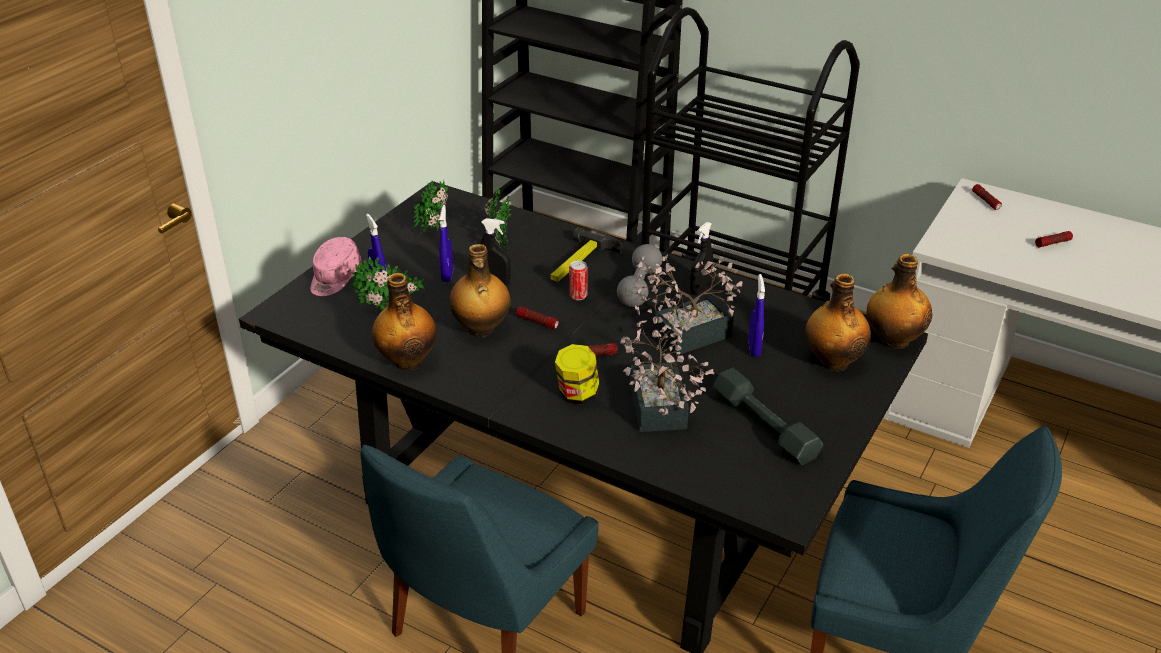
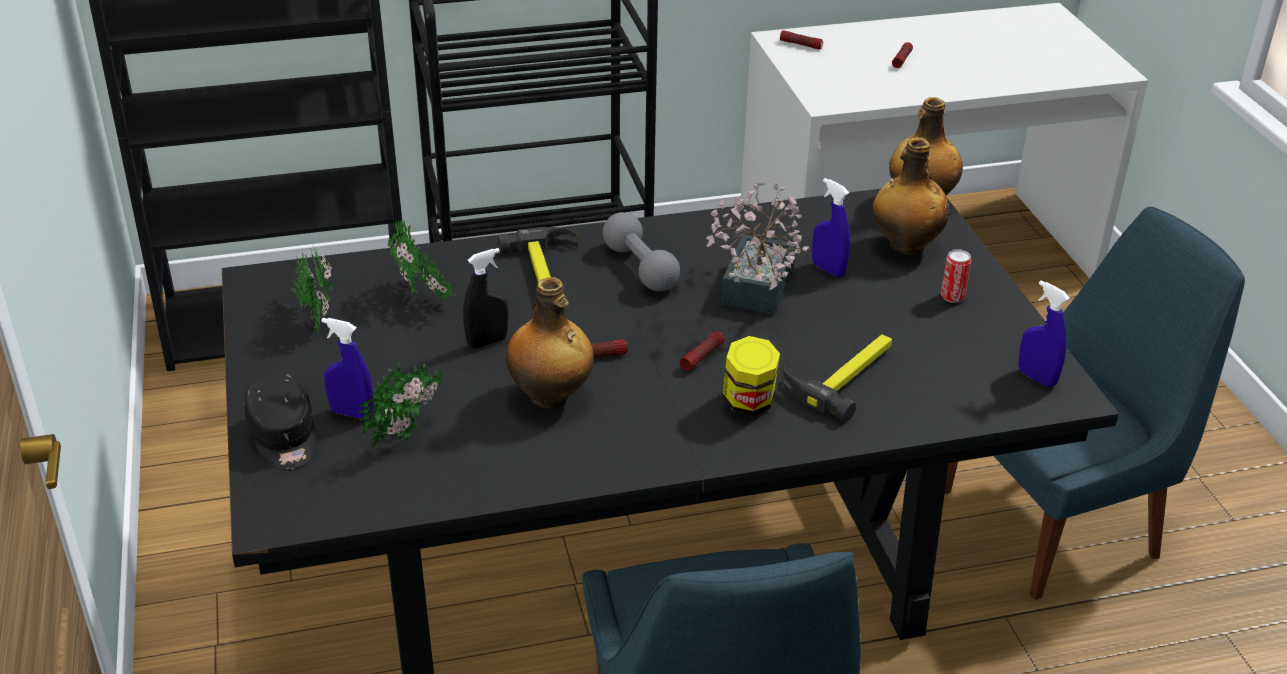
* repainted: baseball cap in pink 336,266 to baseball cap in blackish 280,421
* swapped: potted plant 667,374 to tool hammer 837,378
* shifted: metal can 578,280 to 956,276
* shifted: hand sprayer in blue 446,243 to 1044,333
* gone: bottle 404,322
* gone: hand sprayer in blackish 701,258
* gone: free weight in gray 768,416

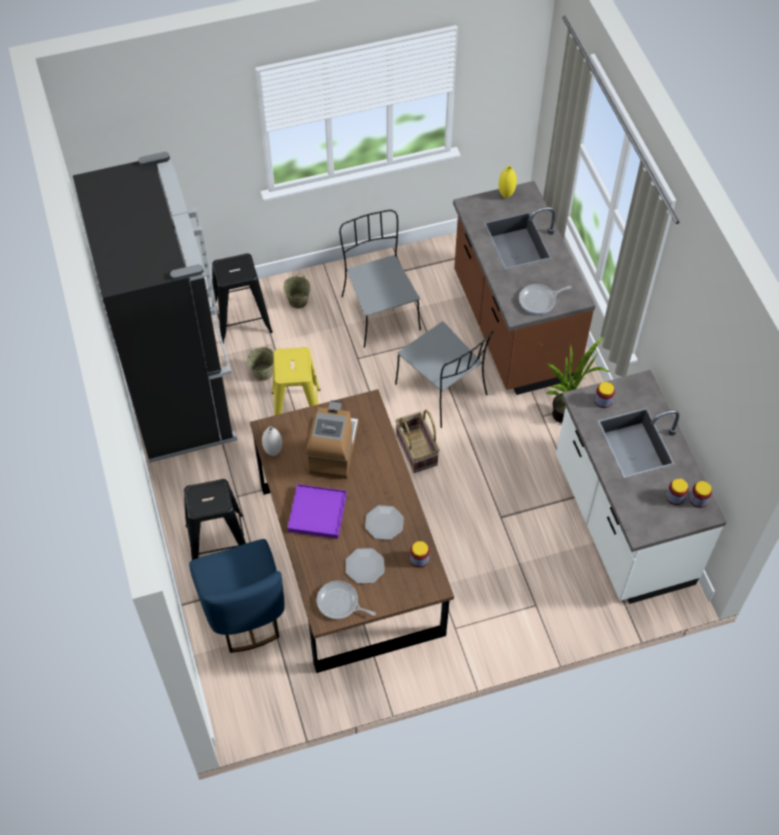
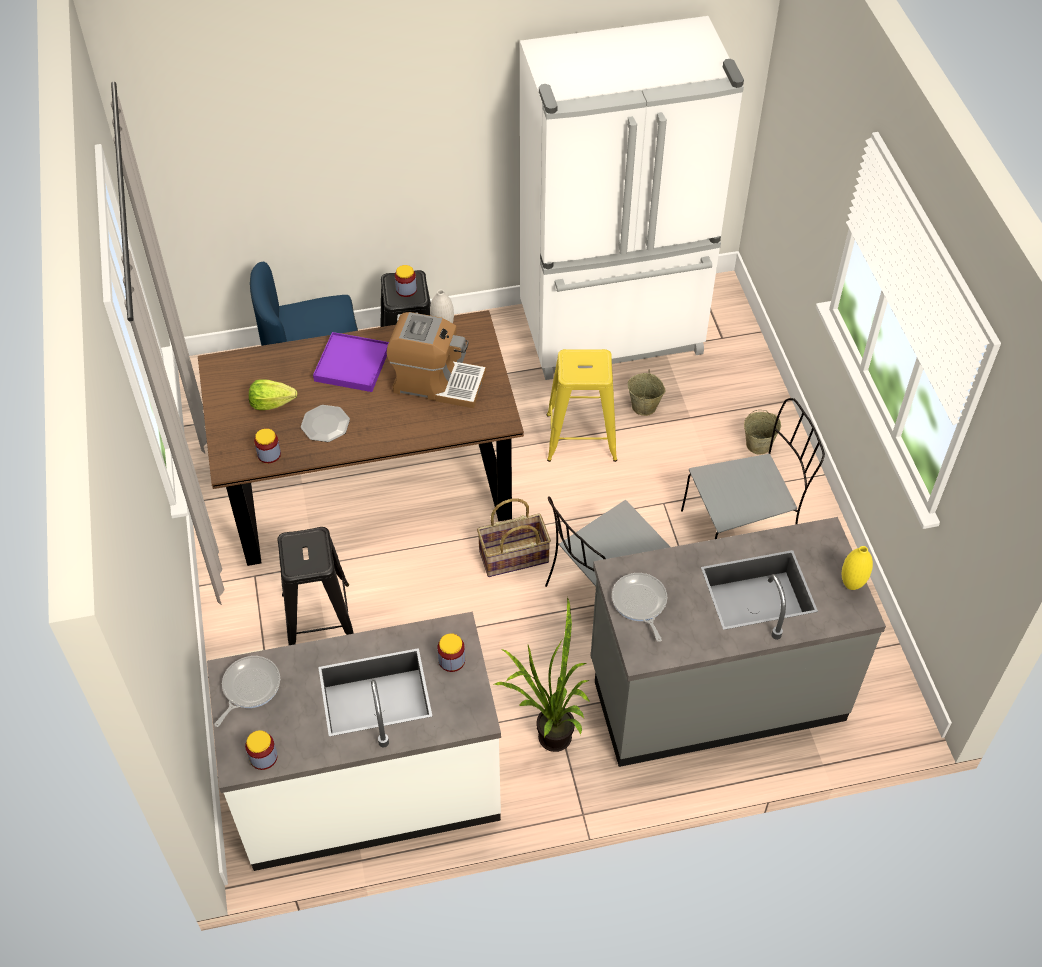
* shifted: frying pan 346,600 to 247,691
* swapped: plate 365,566 to head of lettuce 273,394
* shifted: sitting stool in blackish 242,298 to 315,586
* shifted: storage jar 677,491 to 406,281
* repainted: refrigerator in blackish 155,307 to refrigerator in whitish 632,198
* repainted: kitchen counter in brown-coloured 524,288 to kitchen counter in gray 738,642

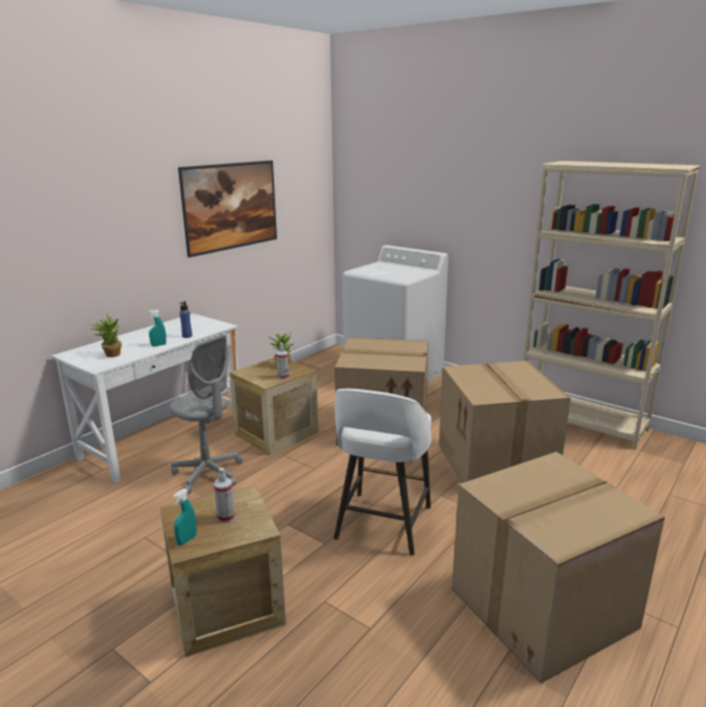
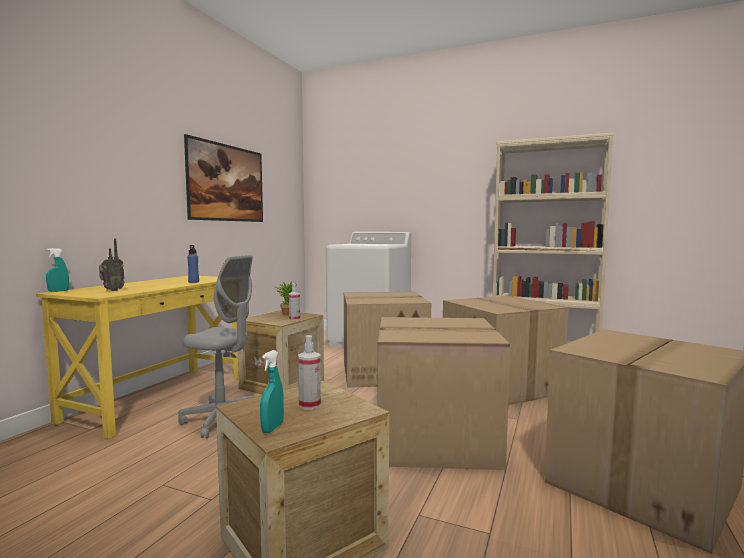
* repainted: desk in whitish 144,398 to desk in yellowish 137,357
* shifted: hand sprayer in blue-green 157,328 to 57,270
* swapped: potted plant 106,335 to radio 112,264
* swapped: sitting stool in whitish 383,472 to cardboard box 443,393

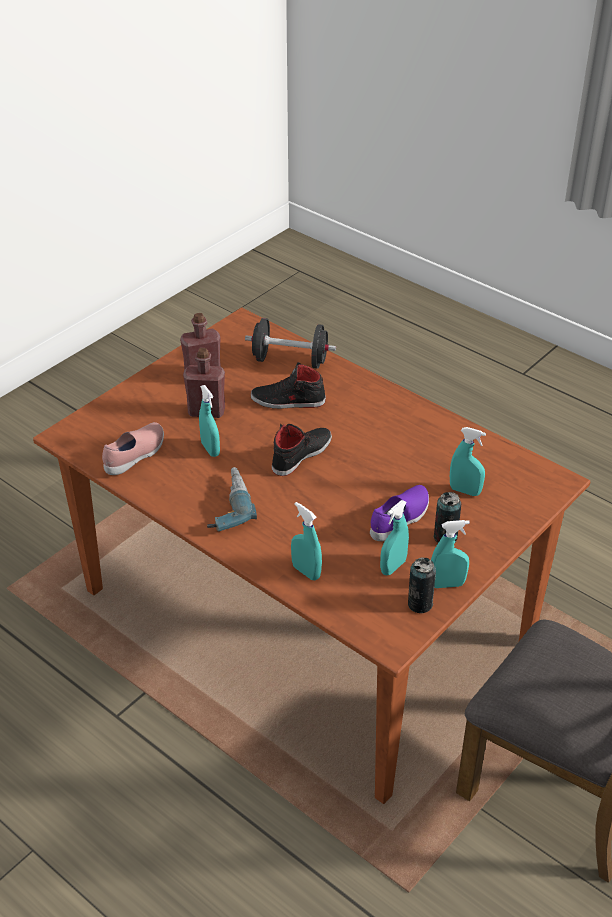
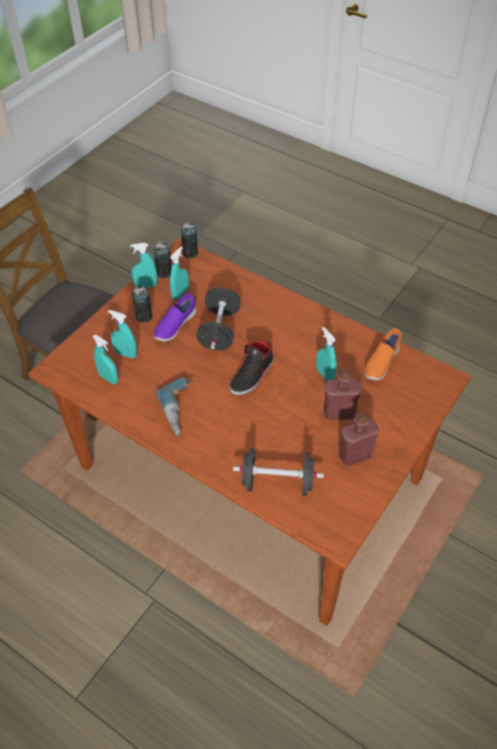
* shifted: hand sprayer in blue-green 306,541 to 105,359
* shifted: electric drill 232,499 to 174,406
* new: metal can 189,240
* new: free weight in blackish 218,319
* repainted: low shoe in pink 133,448 to low shoe in orange-coloured 382,354
* gone: low shoe in blackish 288,385

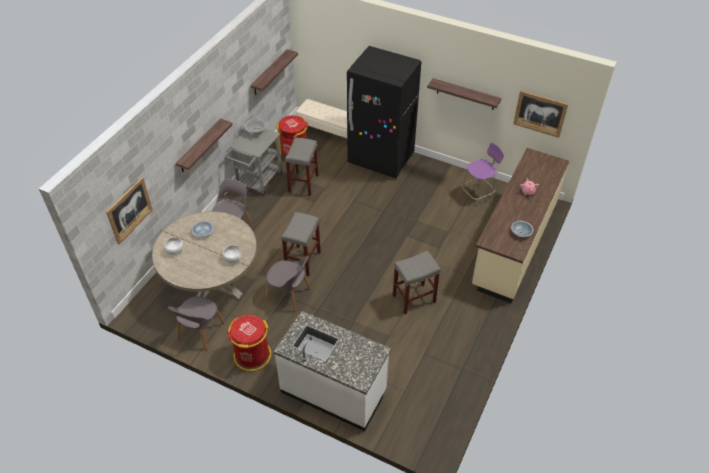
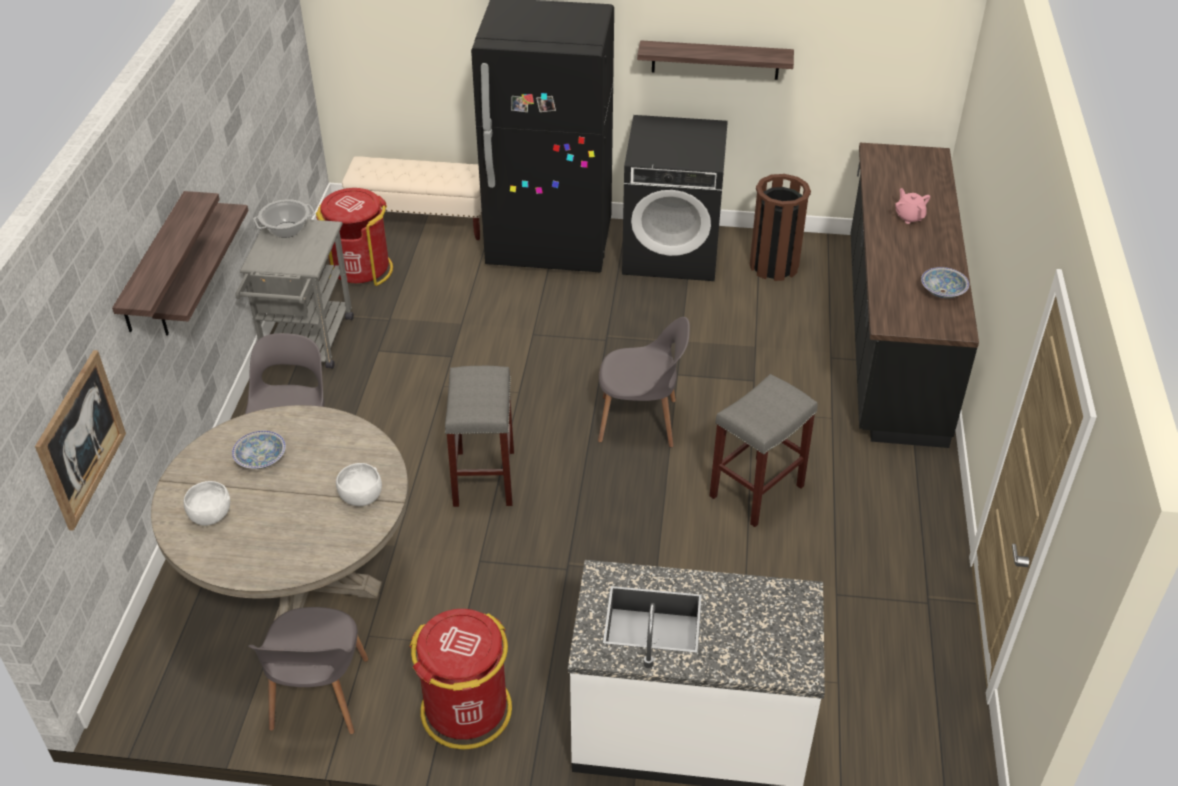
* shifted: bracket shelf 274,72 to 166,261
* shifted: upright chair in gray 288,284 to 644,382
* new: laundry machine in blackish 675,198
* swapped: upright chair in purple-coloured 482,174 to waste bin in brown-coloured 780,227
* repainted: kitchen counter in beige-coloured 520,225 to kitchen counter in blackish 914,295
* gone: sitting stool in gray 301,167
* gone: wall art 540,114

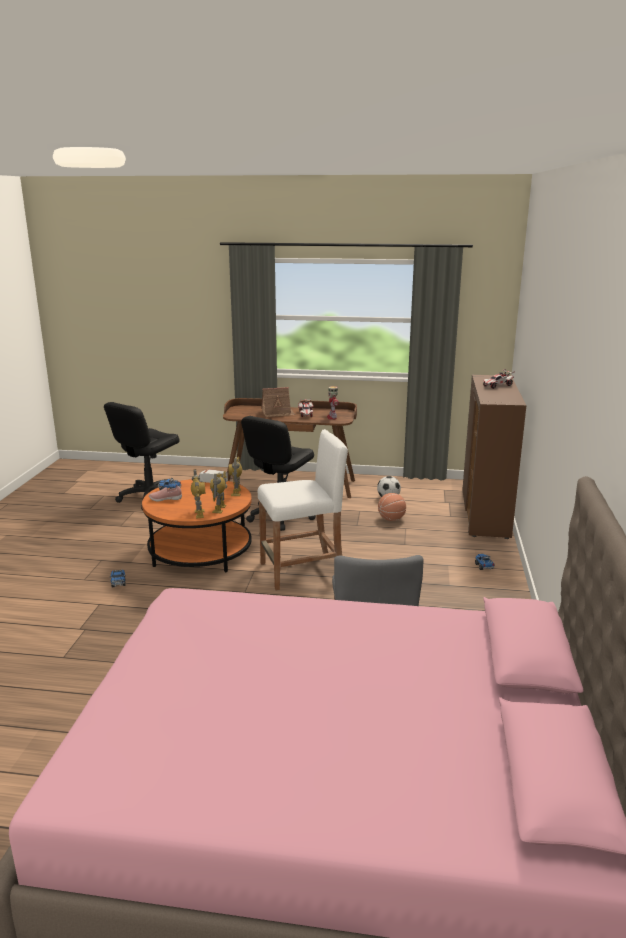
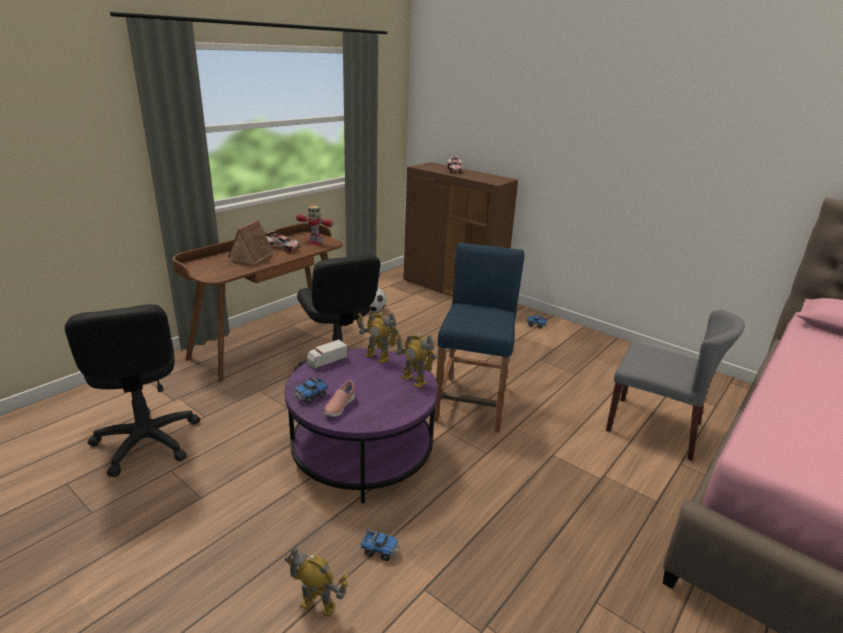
* repainted: lounge table in orange-coloured 197,525 to lounge table in purple-coloured 361,425
* shifted: toy robot 198,494 to 316,581
* repainted: sitting stool in whitish 303,510 to sitting stool in blue 479,337
* gone: ball for basketball 392,507

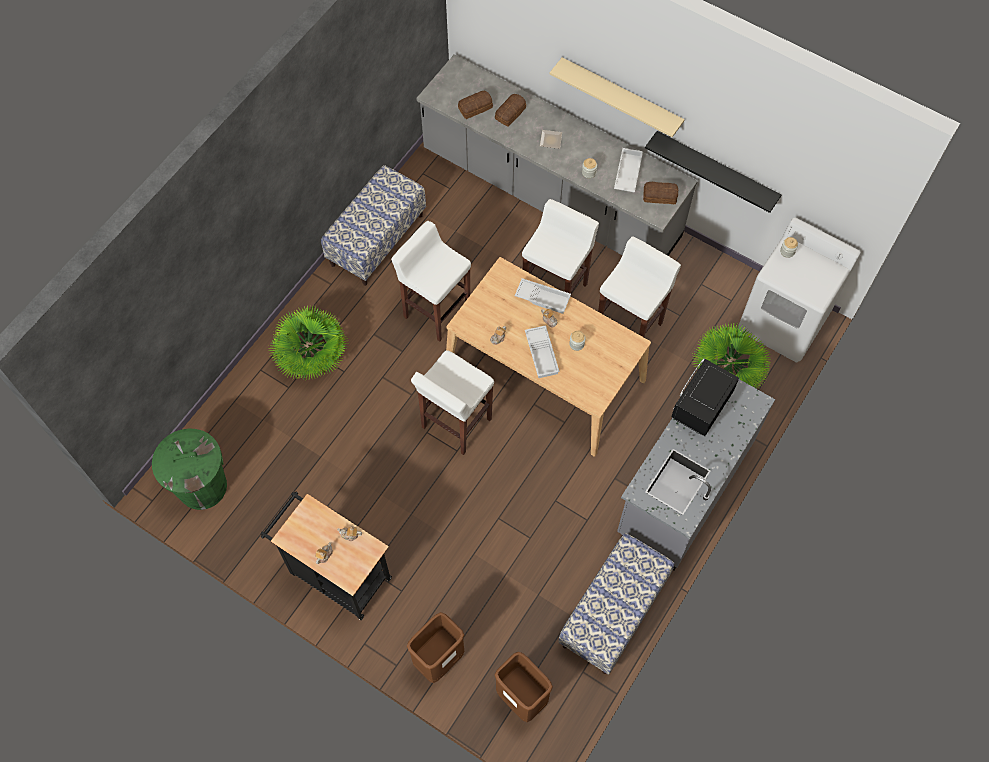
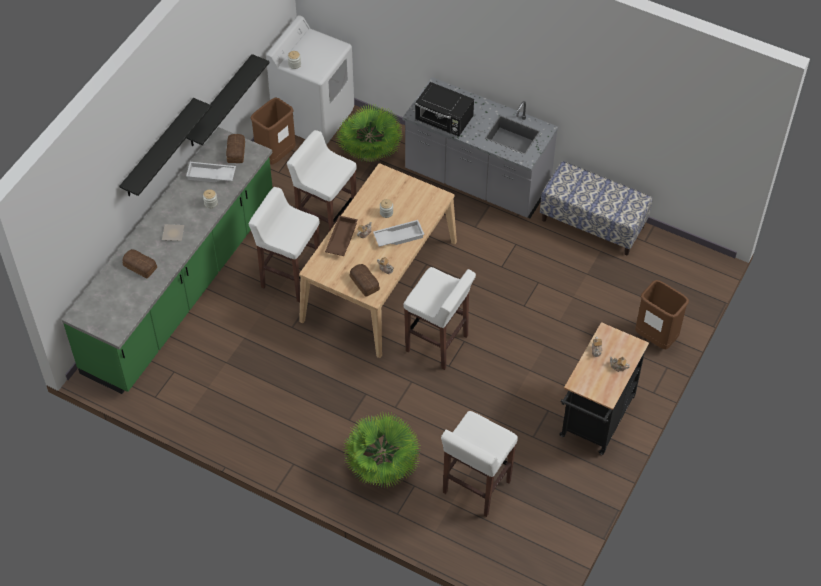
* repainted: kitchen counter in gray 557,155 to kitchen counter in green-coloured 167,260
* repainted: bracket shelf in beige-coloured 617,97 to bracket shelf in blackish 165,147
* shifted: waste bin in brown-coloured 524,687 to 273,131
* repainted: serving tray in whitish 543,296 to serving tray in brown-coloured 341,236
* shifted: baked bread 475,105 to 365,280
* shifted: sitting stool in whitish 431,281 to 479,464
* gone: waste bin in green-coloured 189,469
* gone: indoor bench 373,225

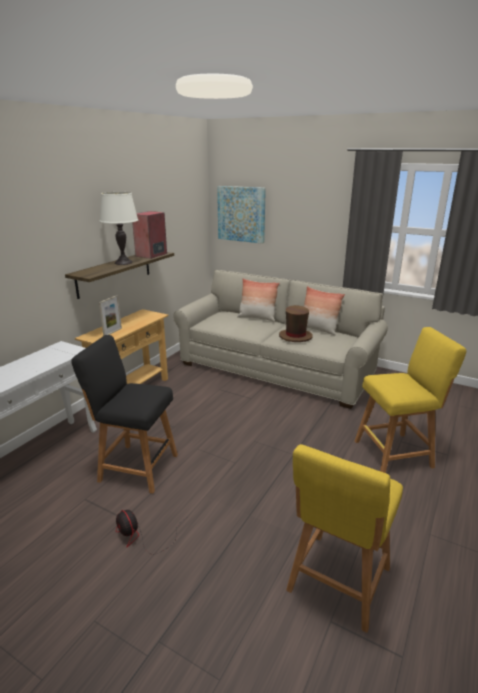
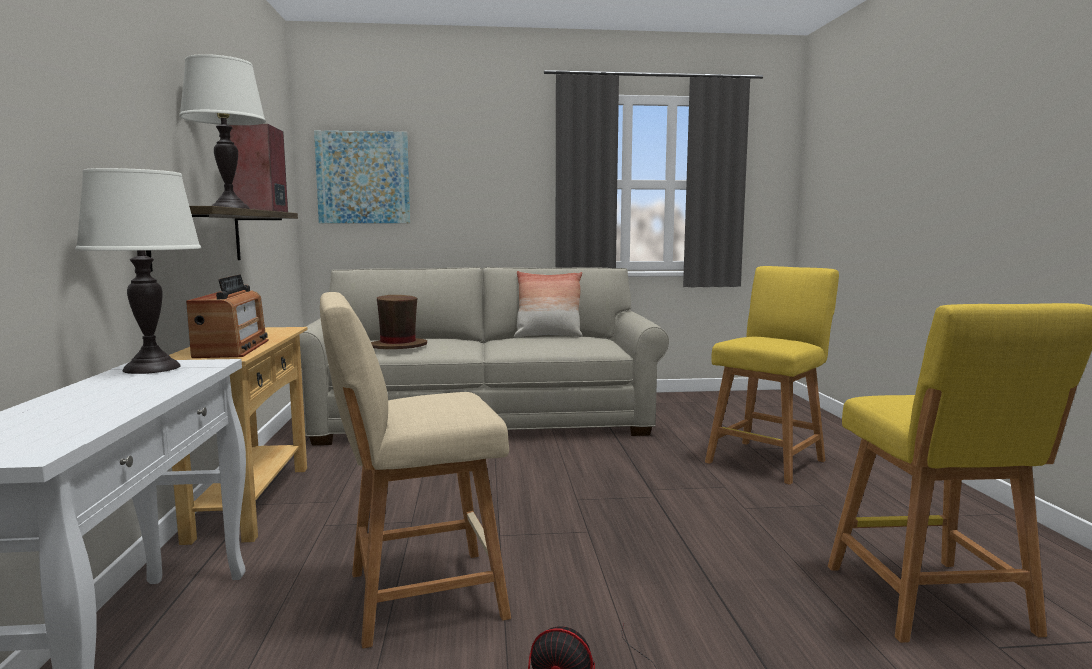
* new: tabletop lamp in whitish 138,271
* swapped: photo frame 110,315 to radio 227,316
* repainted: sitting stool in blackish 124,414 to sitting stool in beige-coloured 415,470
* shifted: wearable hat in brown-coloured 296,323 to 399,322
* gone: pillow 258,300

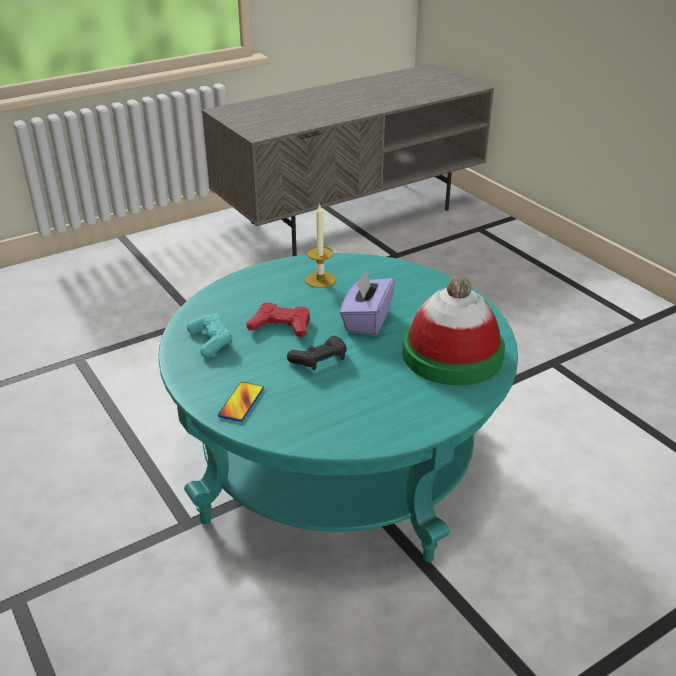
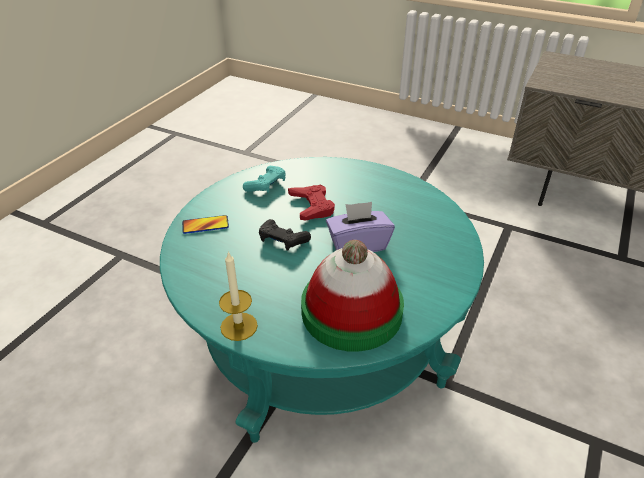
* shifted: wax light 320,245 to 238,296

